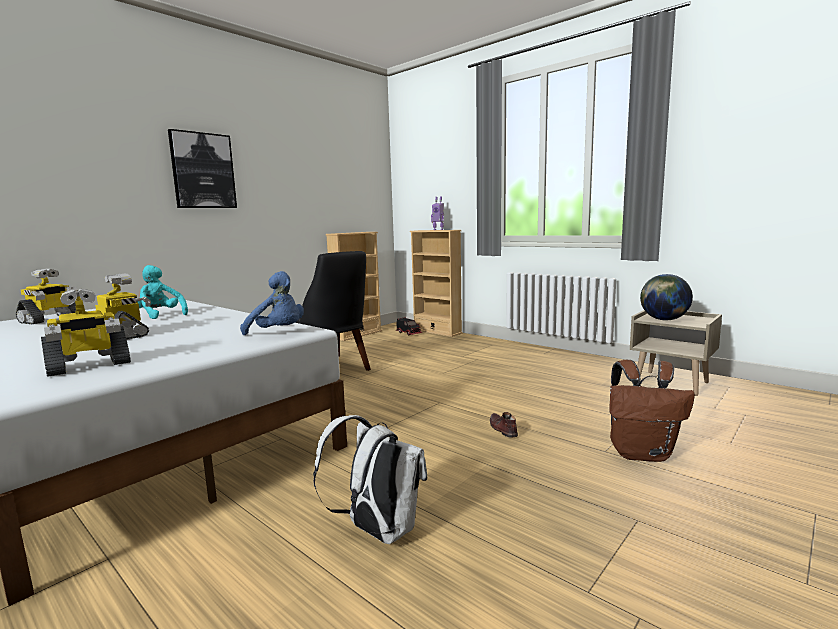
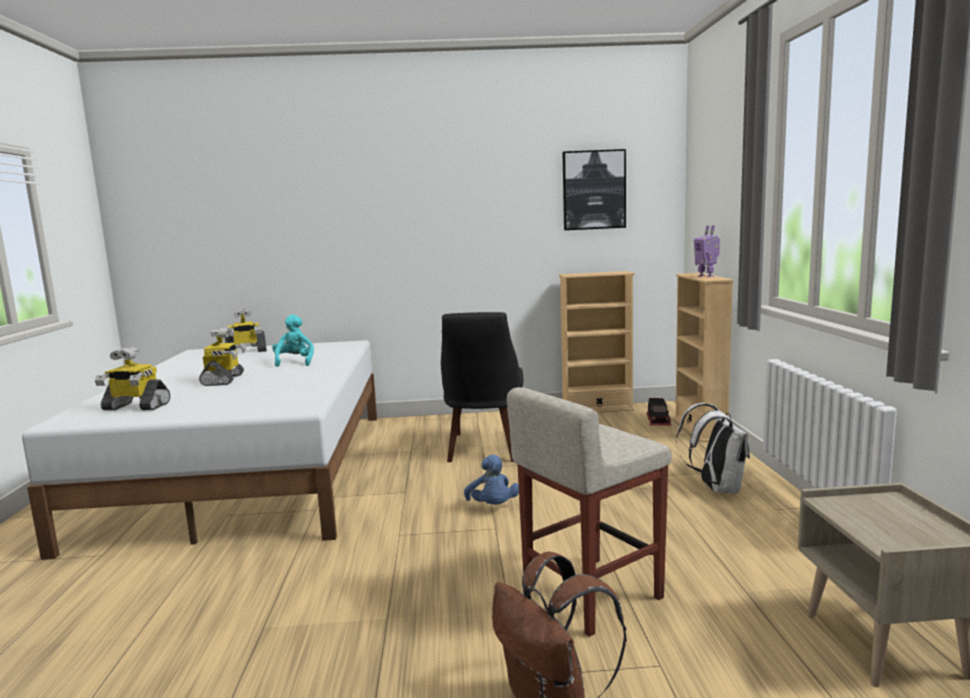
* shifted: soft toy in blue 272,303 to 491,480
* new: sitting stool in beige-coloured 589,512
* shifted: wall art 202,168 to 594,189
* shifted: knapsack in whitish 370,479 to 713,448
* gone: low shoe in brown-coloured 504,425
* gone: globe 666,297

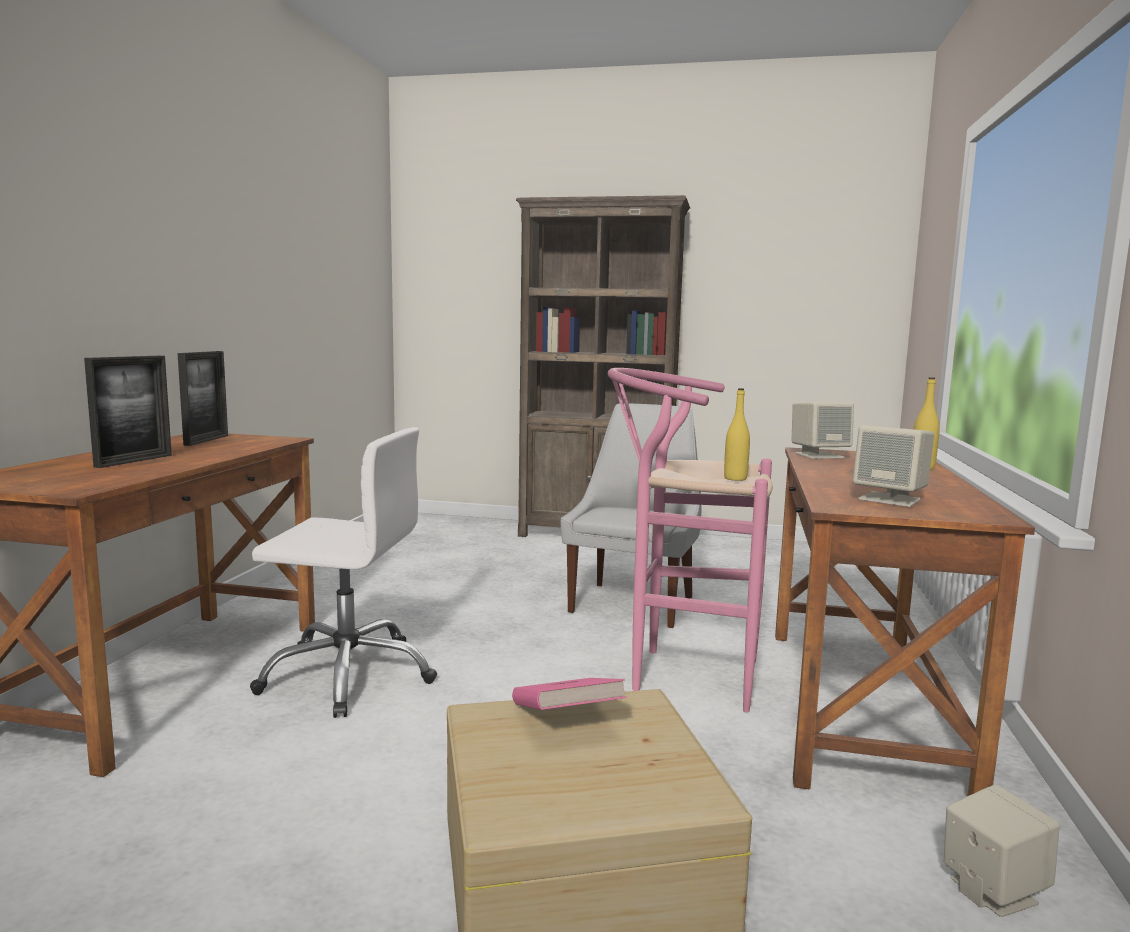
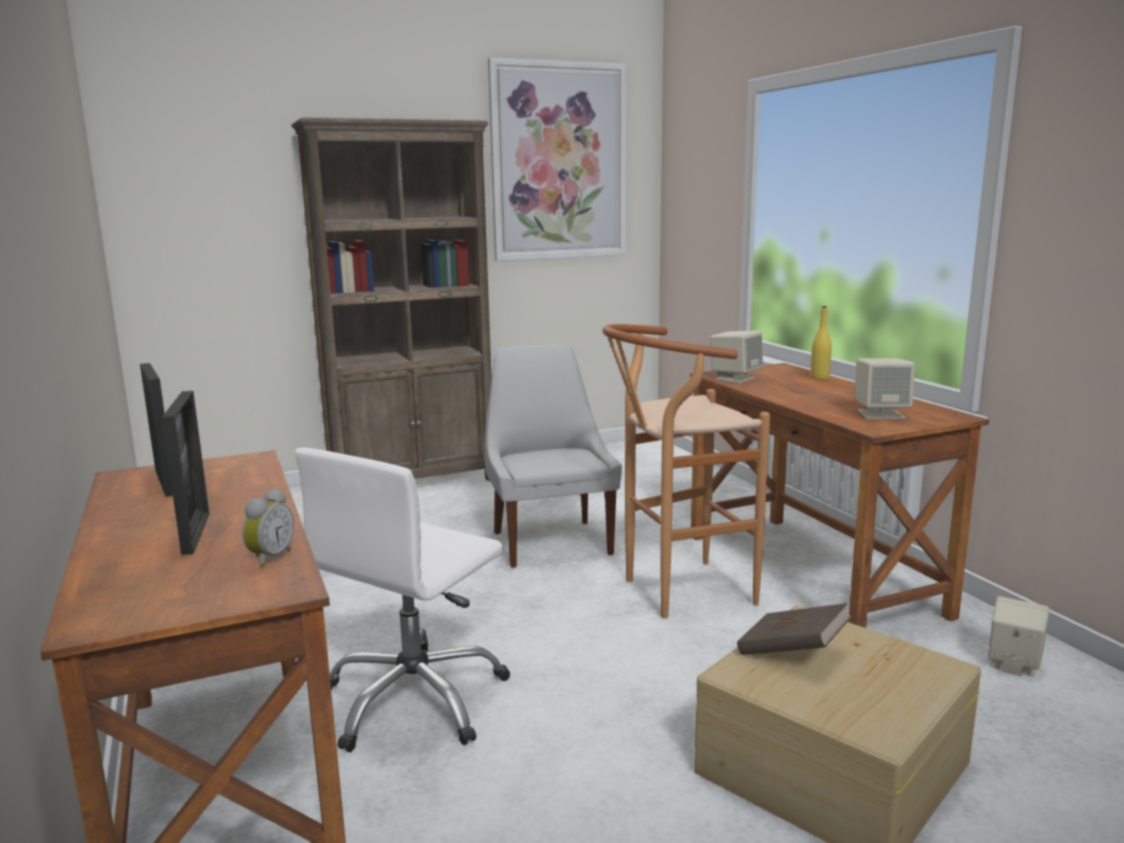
* new: bedside clock 268,528
* rotated: desk chair in whitish 343,572 = 402,600 150 degrees clockwise
* new: wall art 557,159
* repainted: sitting stool in pink 690,540 to sitting stool in brown-coloured 686,471
* repainted: bound book in pink 569,694 to bound book in brown-coloured 794,629
* gone: bottle in yellowish 737,434

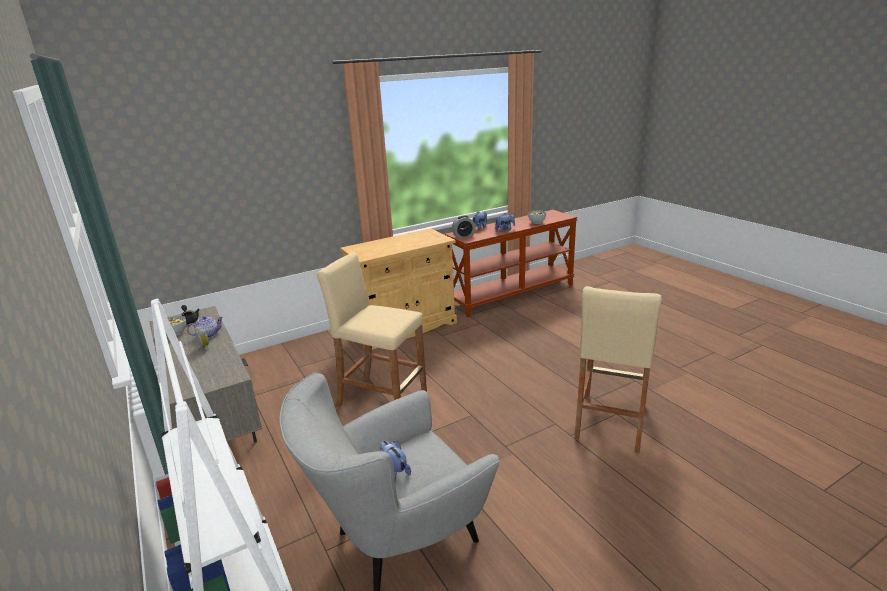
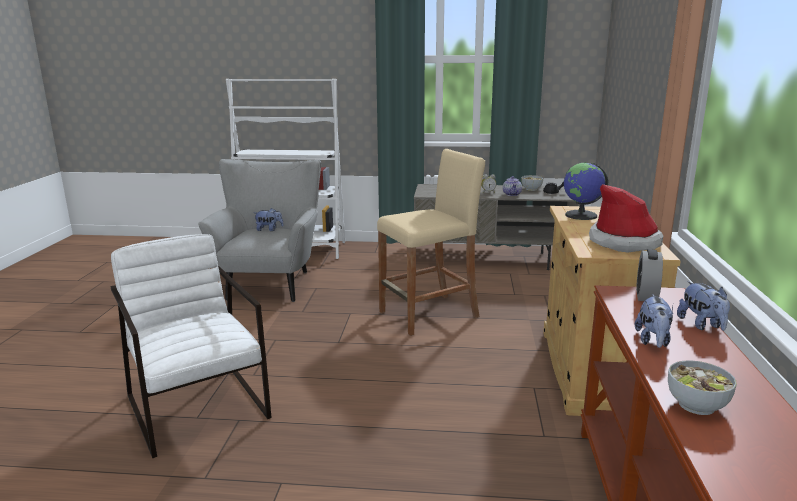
* swapped: sitting stool in beige-coloured 618,369 to lounge chair in whitish 191,346
* new: globe 586,191
* new: wearable hat 626,218

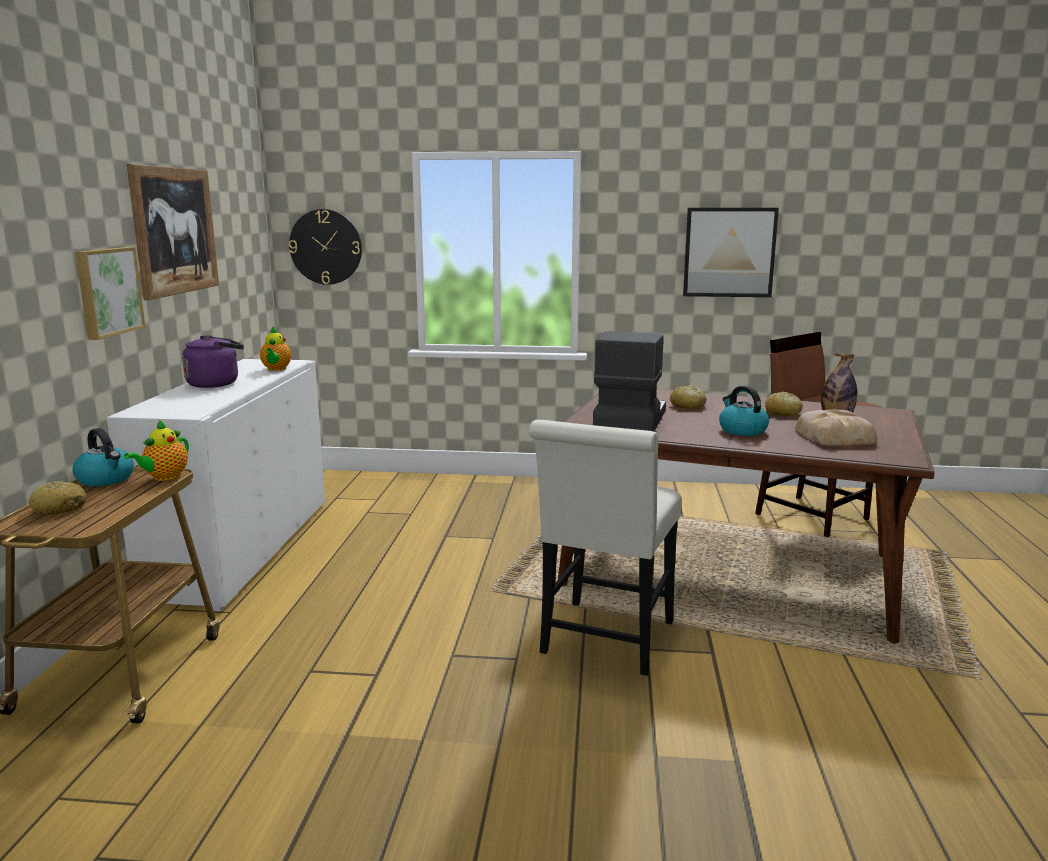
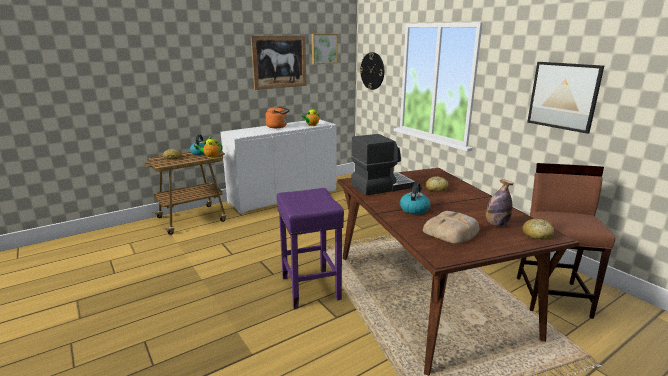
* repainted: tea kettle in purple-coloured 213,361 to tea kettle in orange-coloured 277,117
* swapped: upright chair in whitish 605,548 to sitting stool in purple-coloured 310,248
* shifted: wall art 110,293 to 324,49
* shifted: baked bread 784,404 to 538,229

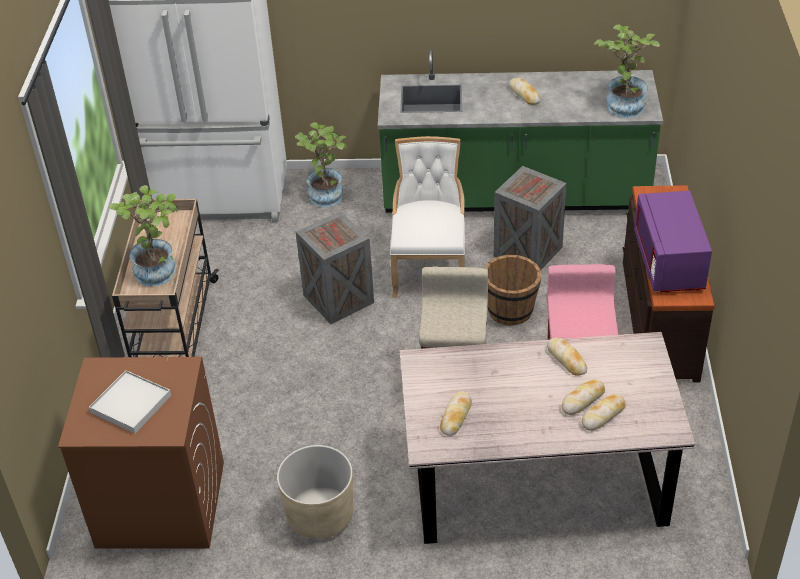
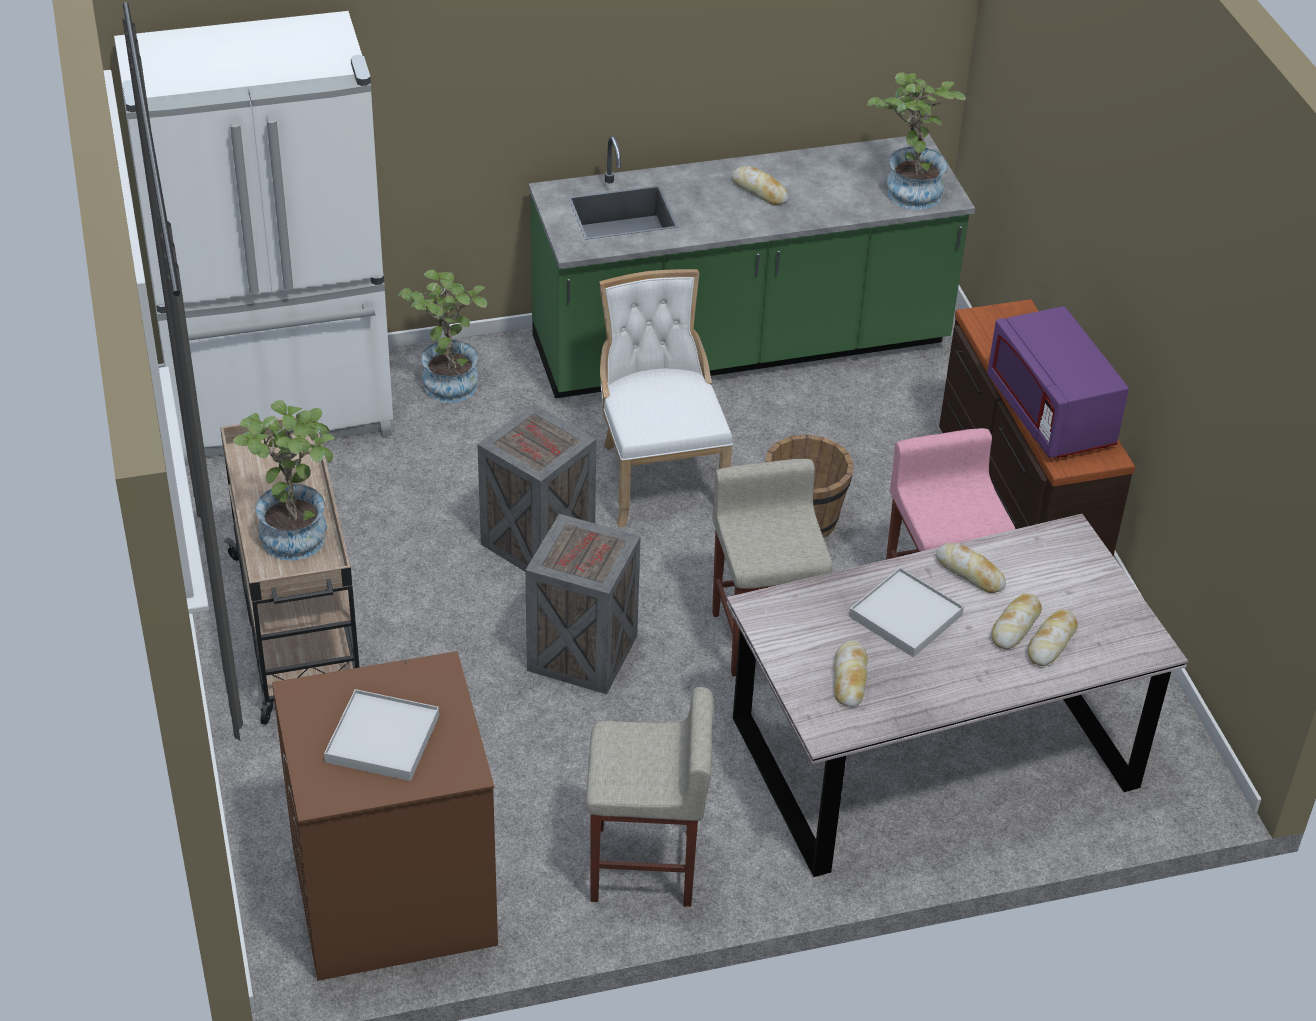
* shifted: shipping crate 530,218 to 583,604
* swapped: flower pot in beige-coloured 315,492 to sitting stool in beige-coloured 649,797
* new: serving tray in whitish 906,612

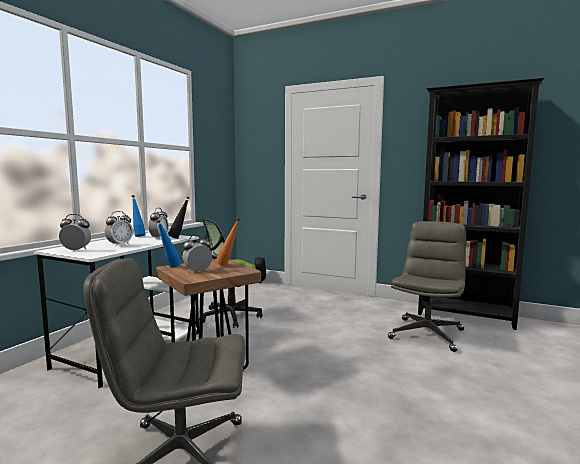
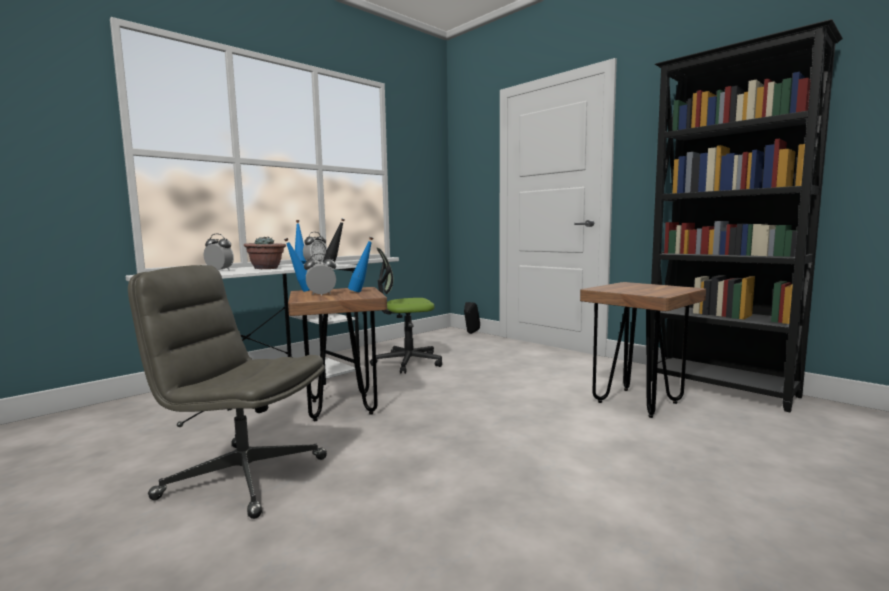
* swapped: bedside clock 119,228 to potted plant 265,252
* repainted: bottle in orange-coloured 227,242 to bottle in blue 360,264
* swapped: desk chair in gray 427,286 to sitting stool in brown-coloured 643,350

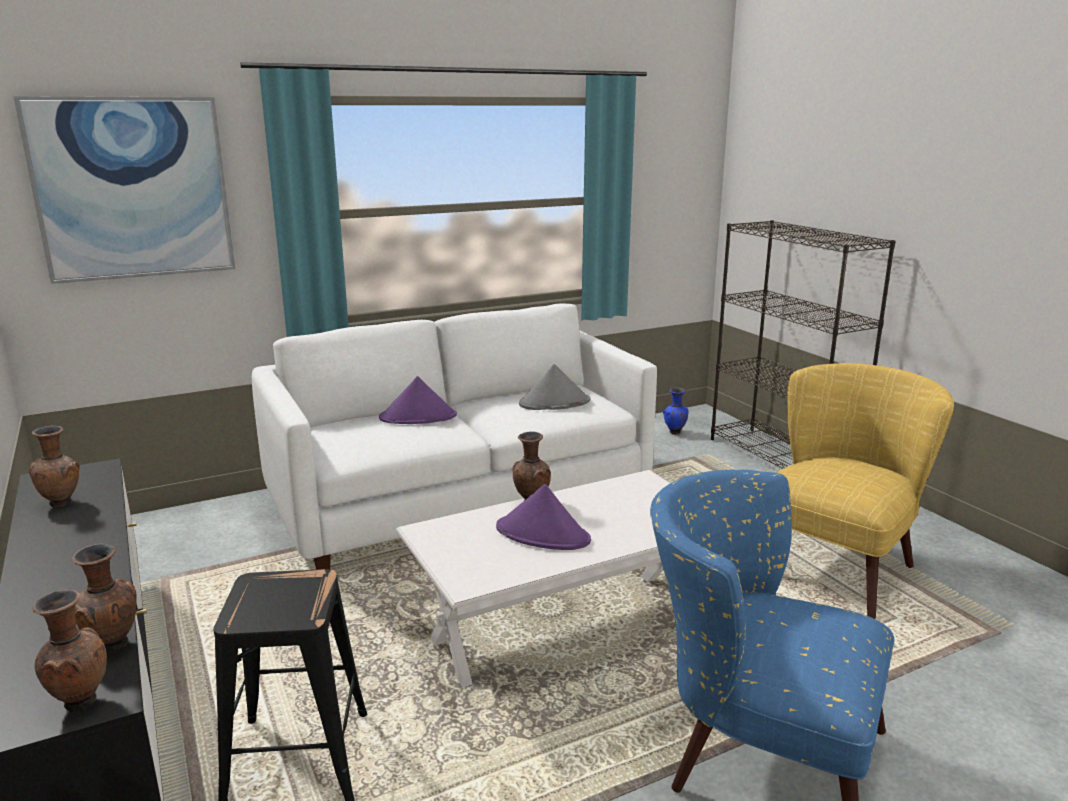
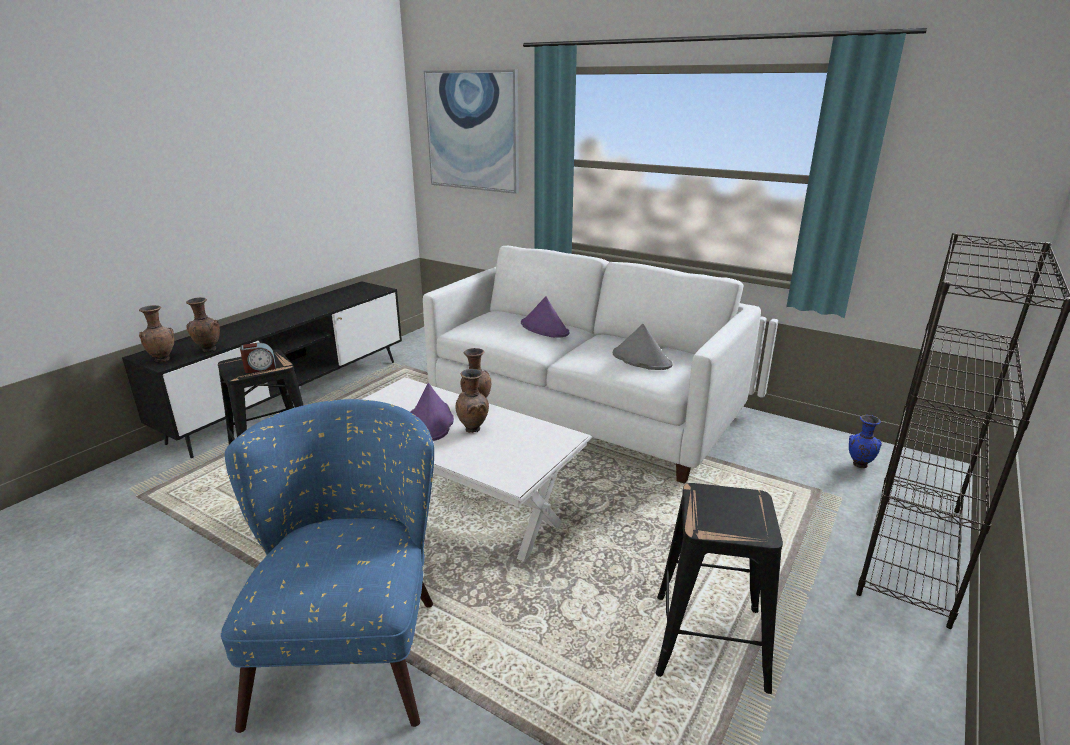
* new: bedside clock 258,358
* shifted: vase in brown-coloured 54,467 to 472,401
* swapped: lounge chair in yellowish 865,491 to sitting stool in blackish 719,588

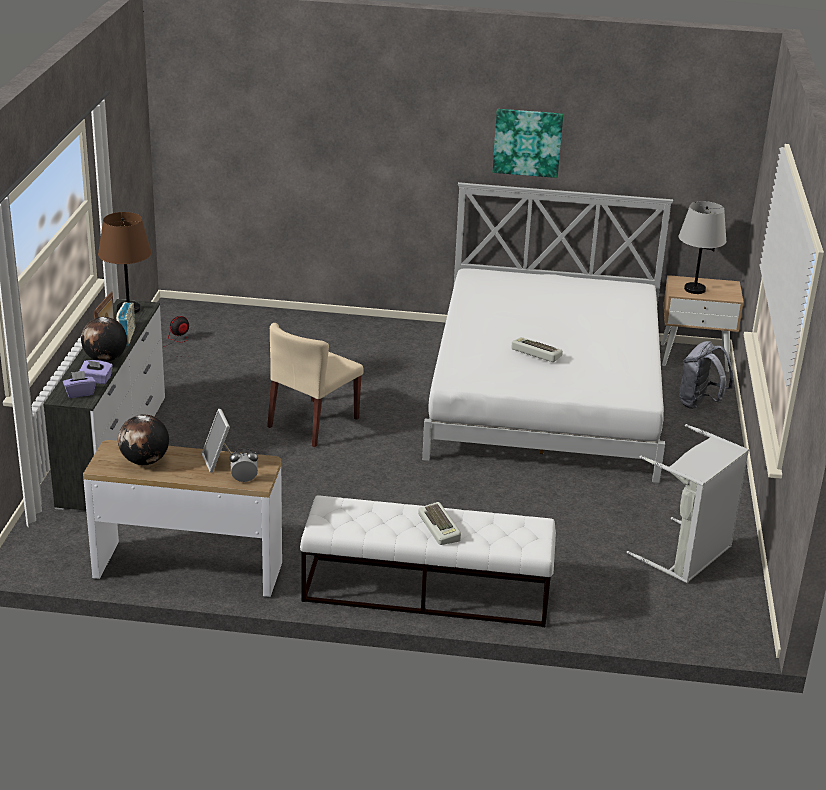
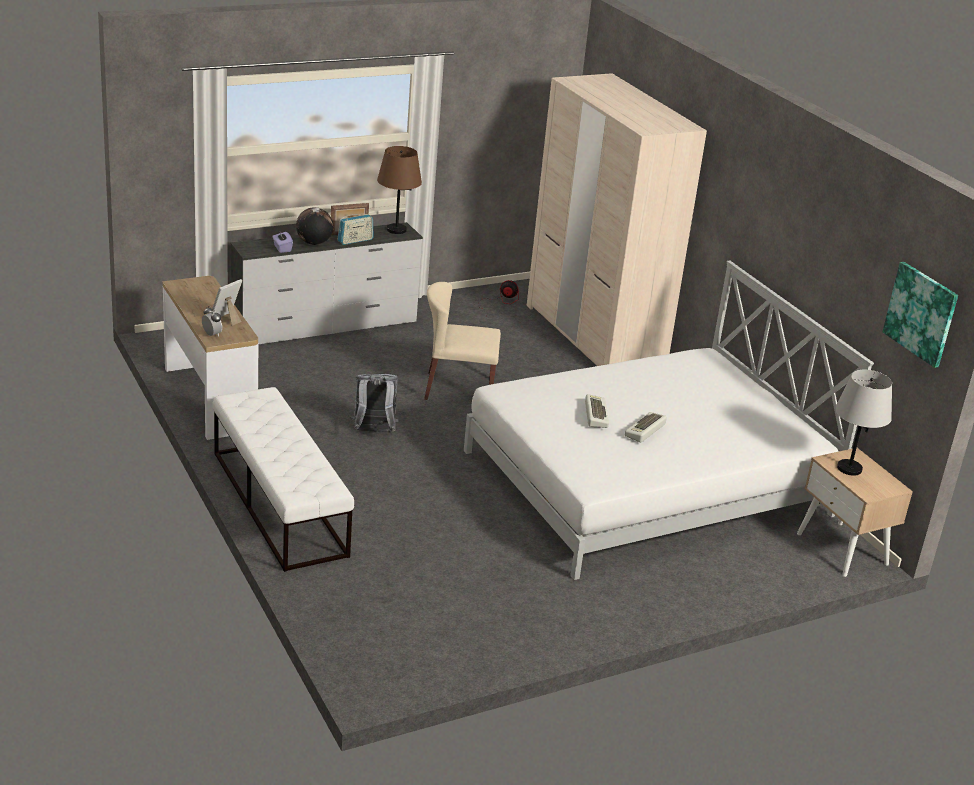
* shifted: knapsack in gray 706,375 to 374,403
* new: armoire in beige-coloured 617,219
* shifted: PC keyboard 439,523 to 646,427
* shifted: wall art 528,143 to 920,315
* gone: tissue holder in purple-coloured 79,384
* gone: globe 143,439
* gone: laundry basket in gray 688,503

